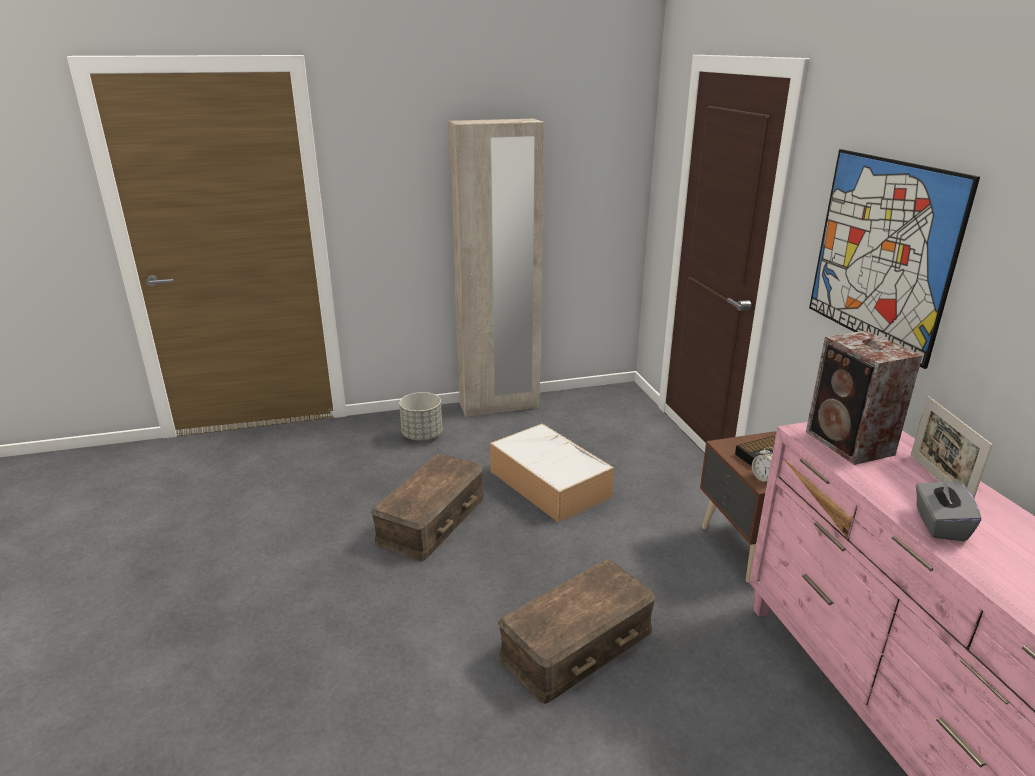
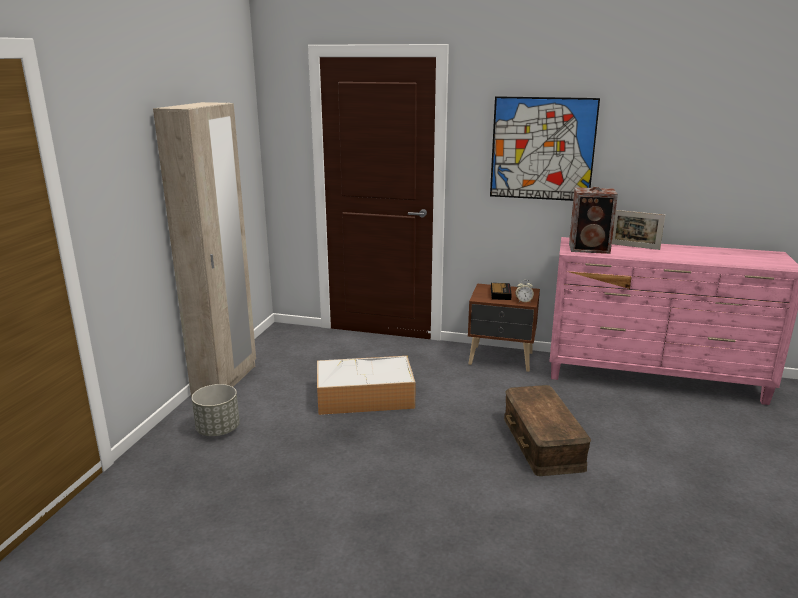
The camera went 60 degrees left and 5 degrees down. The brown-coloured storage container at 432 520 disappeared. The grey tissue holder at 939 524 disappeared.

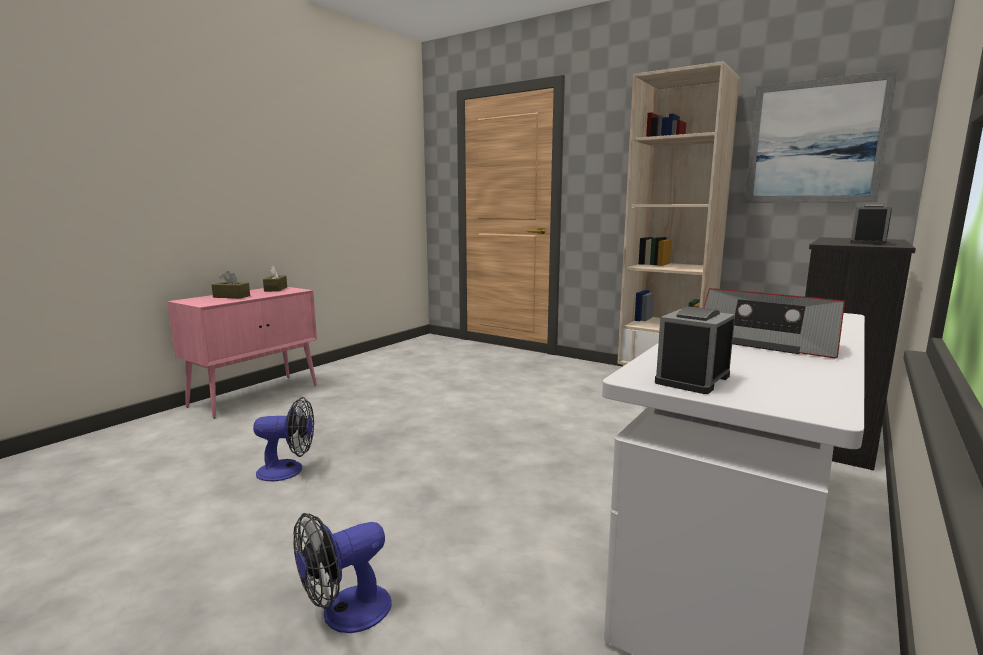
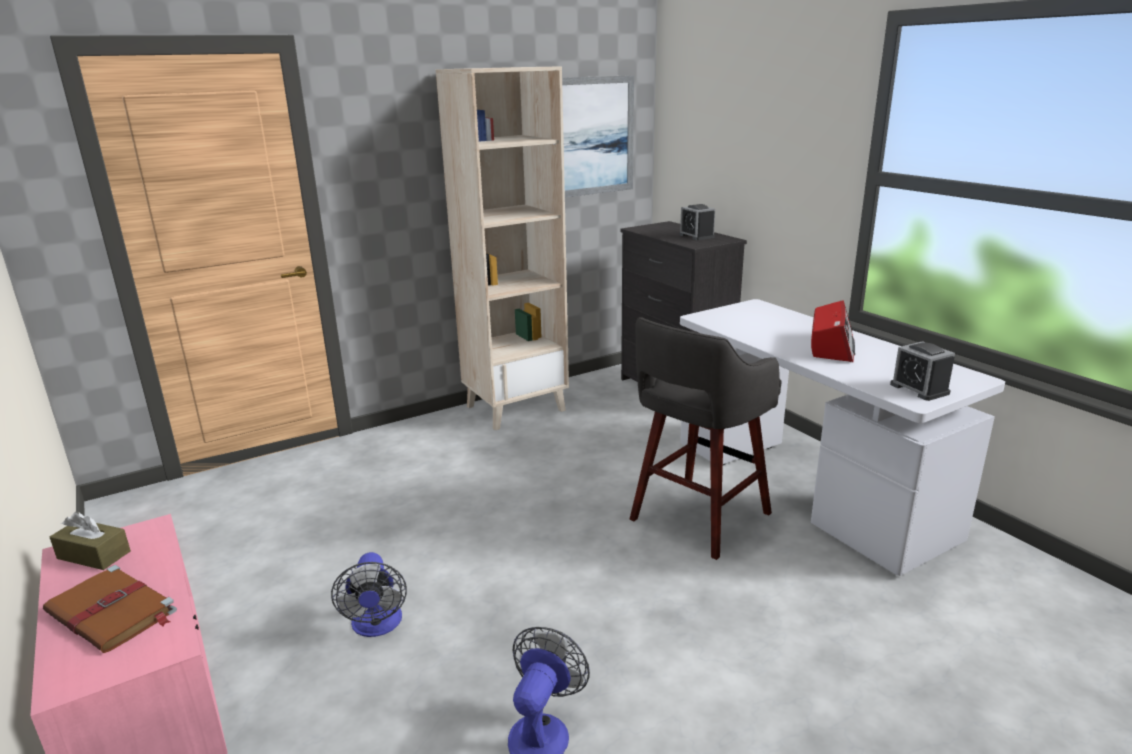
The camera went 65 degrees left and 10 degrees up. The brown-coloured tissue holder at 231 296 was replaced by the brown-coloured volume at 113 613. The electric fan moved from 345 614 to 377 625. The radio set at 768 342 turned 45 degrees counterclockwise. The grey stool seat at 697 518 appeared.

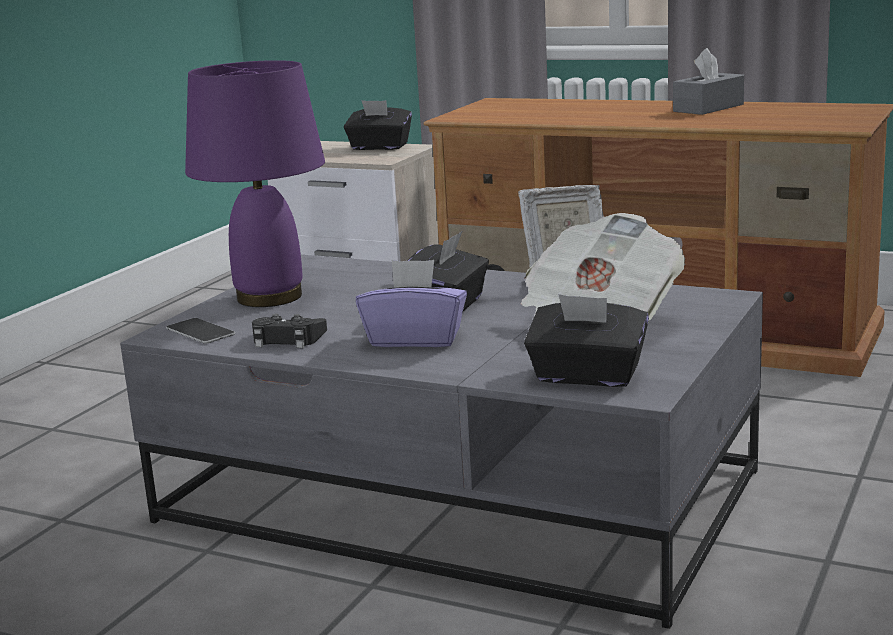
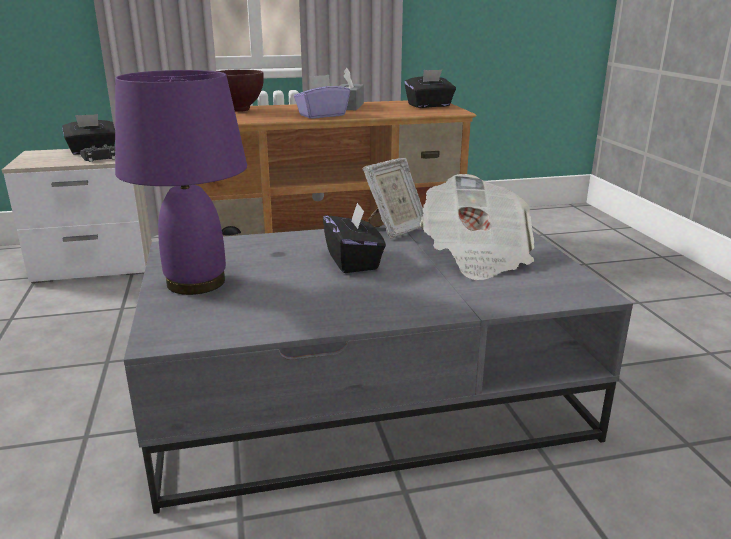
The camera went 40 degrees left and 5 degrees up. The handset at 200 331 disappeared. The black-coloured joypad moved from 287 339 to 101 158. The purplish tissue holder moved from 415 339 to 322 115. The black-coloured tissue holder moved from 587 376 to 429 105. The brown-coloured bowl at 239 110 appeared.

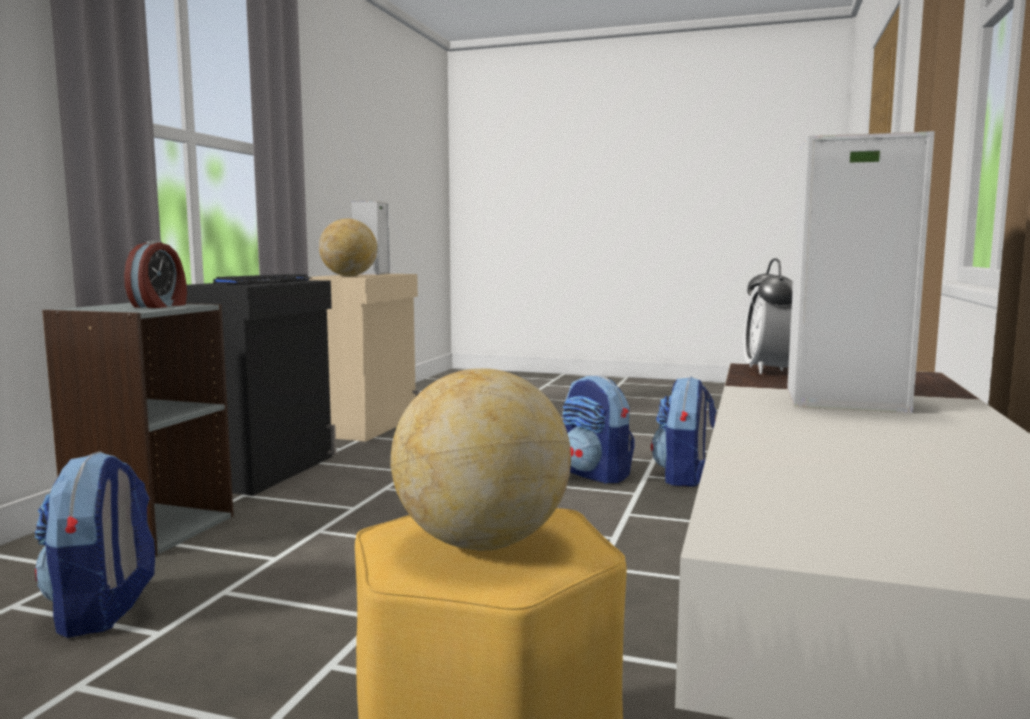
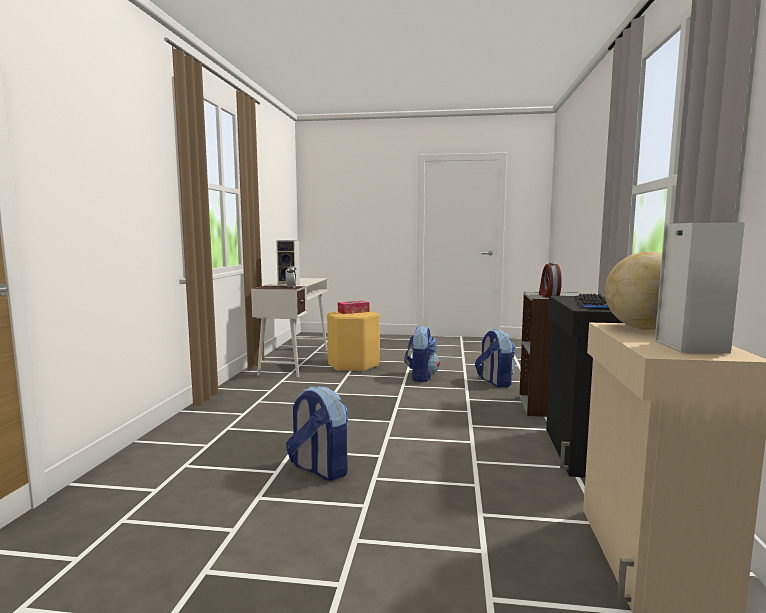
The camera went 170 degrees right and 0 degrees up. The desk globe at 481 543 was replaced by the tissue holder at 353 311. The backpack moved from 686 477 to 421 377.

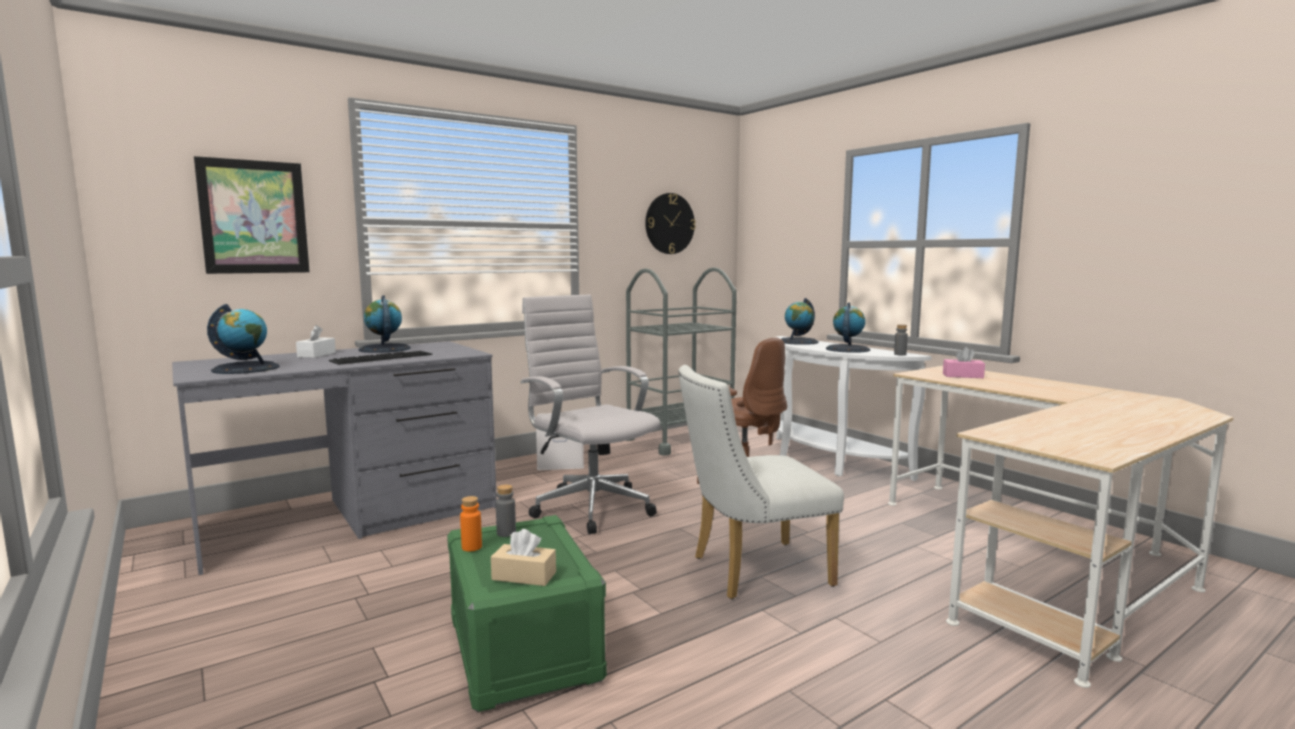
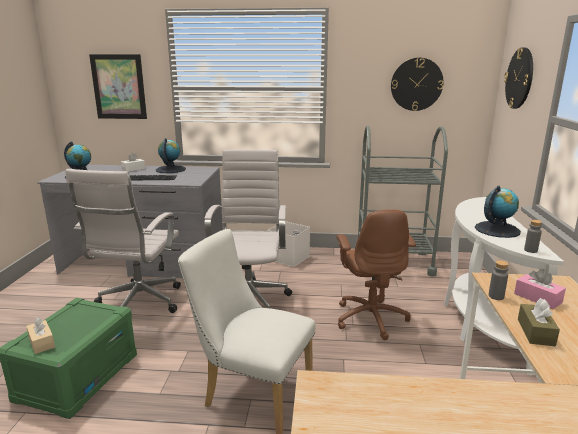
The camera went 40 degrees right and 10 degrees up. The orange-coloured bottle at 471 547 disappeared. The grey bottle moved from 506 533 to 496 296. The desk globe at 798 342 disappeared. The white desk chair at 138 304 appeared. The hanging clock at 519 78 appeared. The brown-coloured tissue holder at 535 332 appeared.

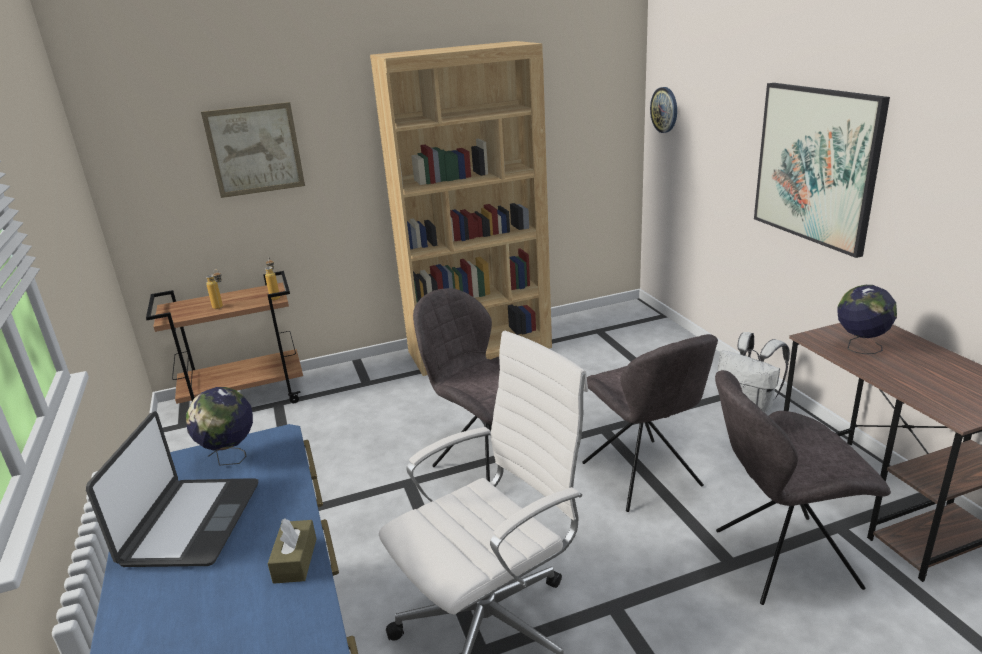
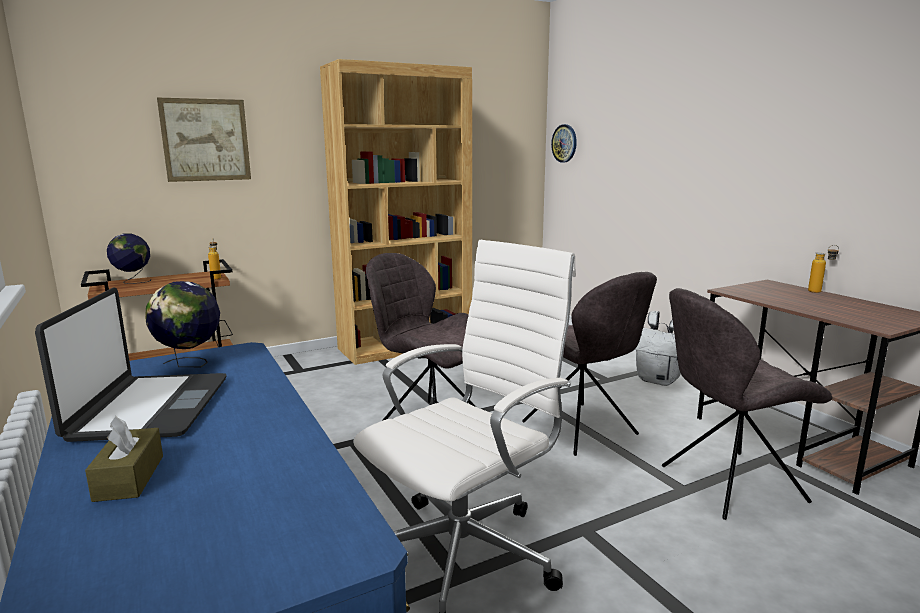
The camera went 10 degrees left and 10 degrees down. The bottle moved from 221 307 to 820 291. The brown-coloured tissue holder moved from 295 560 to 129 478. The wall art at 816 165 disappeared. The desk globe moved from 860 348 to 133 281.

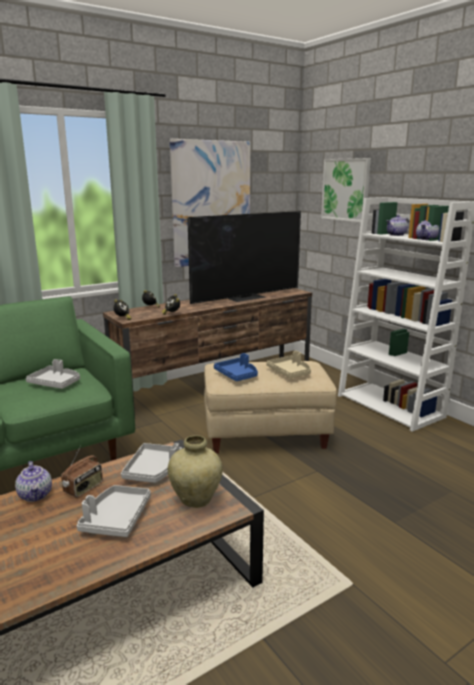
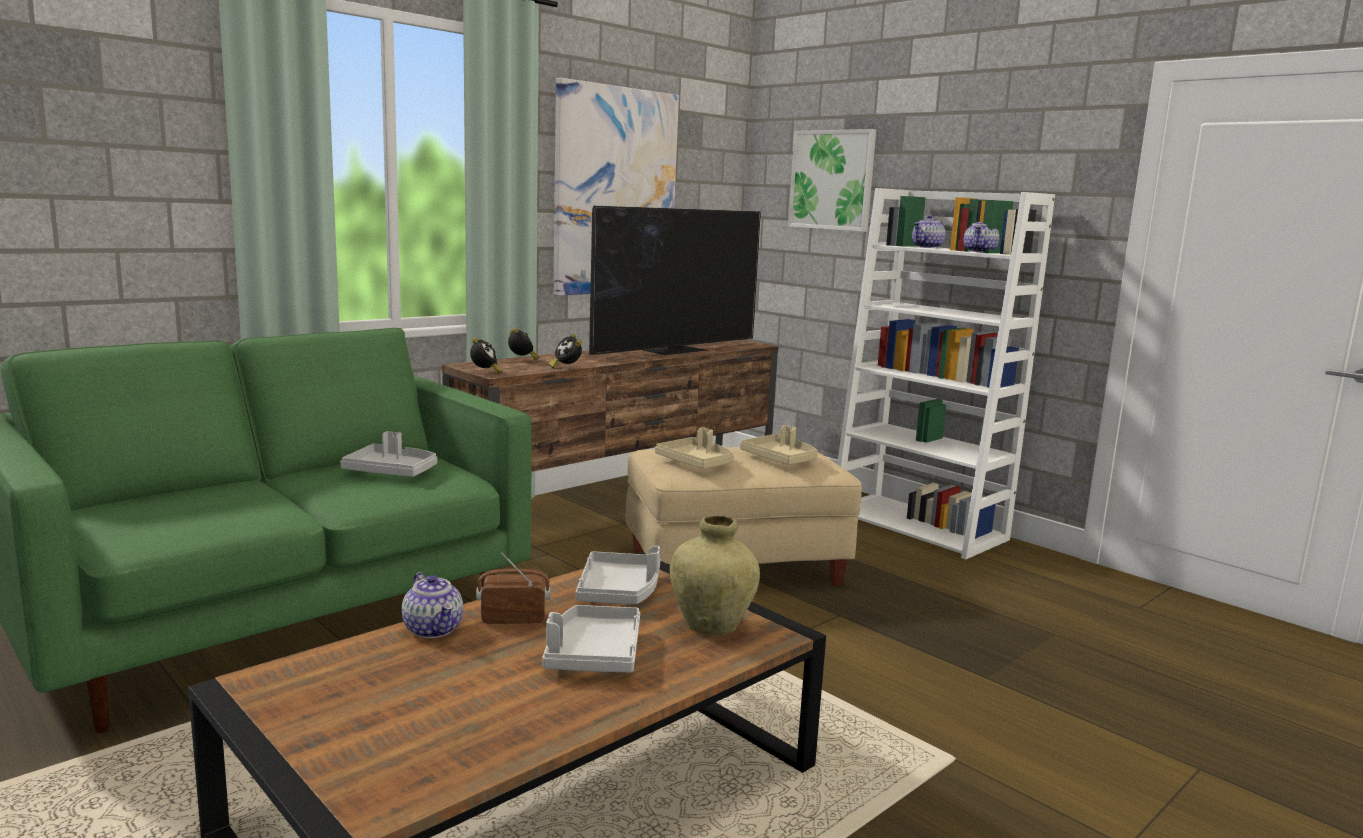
The camera went 10 degrees left and 5 degrees down. The radio set at 84 488 turned 120 degrees counterclockwise. The blue-coloured carrying tray at 237 375 became the sand-coloured carrying tray at 696 463.

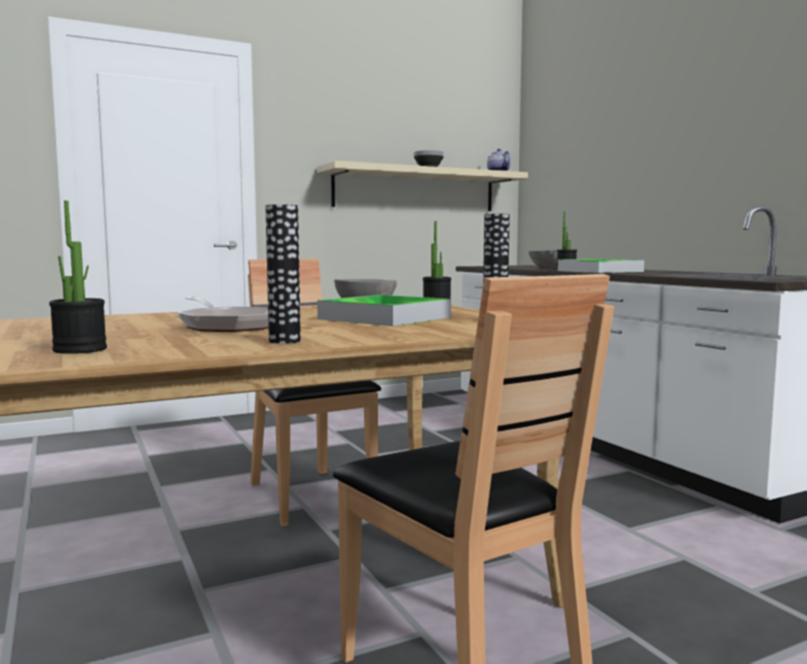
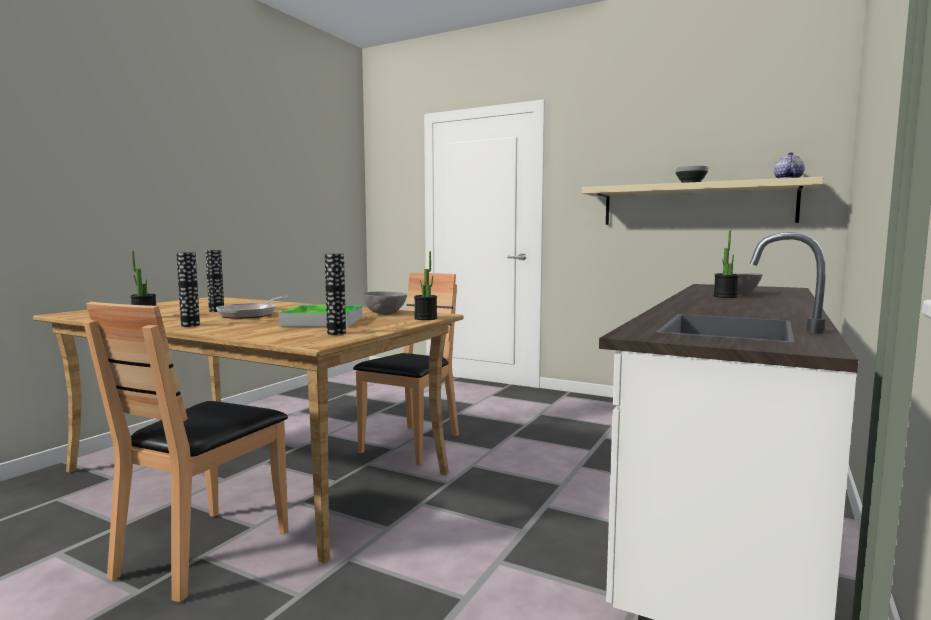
The camera went 55 degrees right and 0 degrees up. The carrying tray at 599 271 disappeared. The flower vase at 216 311 appeared.

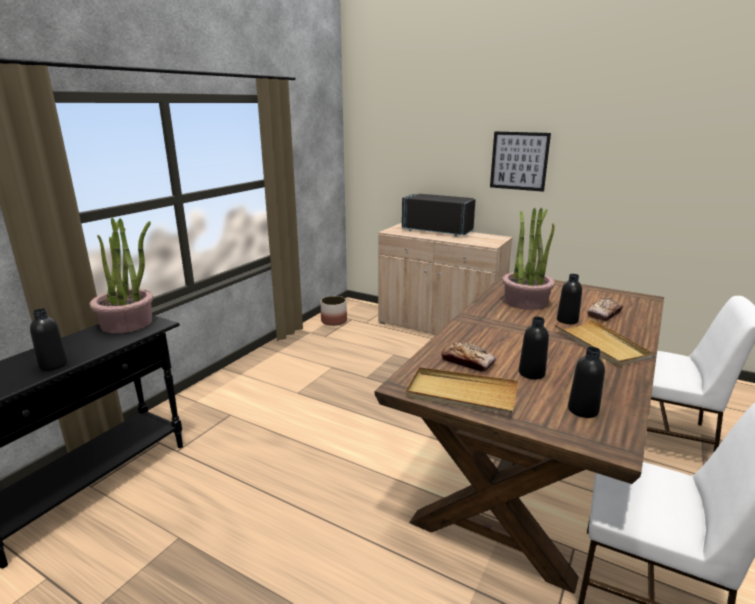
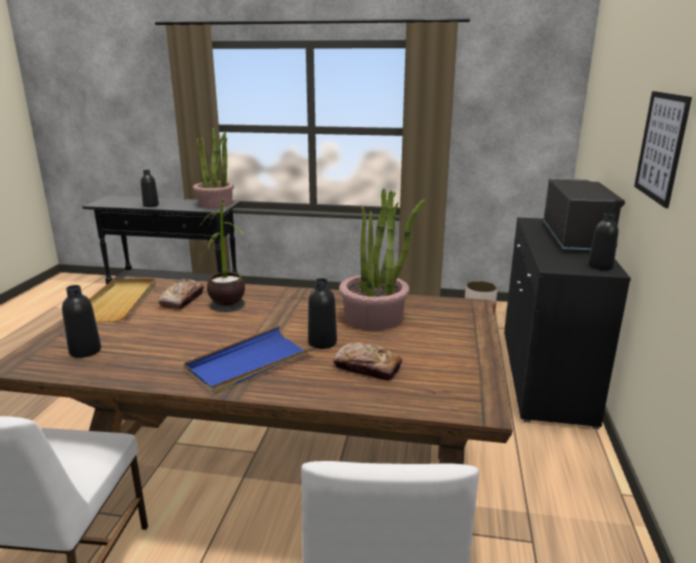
The camera went 70 degrees right and 0 degrees up. The sand-coloured storage cabinet at 439 327 became the black-coloured storage cabinet at 544 375. The black-coloured bottle moved from 531 373 to 600 266. The sand-coloured carrying tray at 601 345 became the blue-coloured carrying tray at 249 363. The potted plant at 228 313 appeared.

